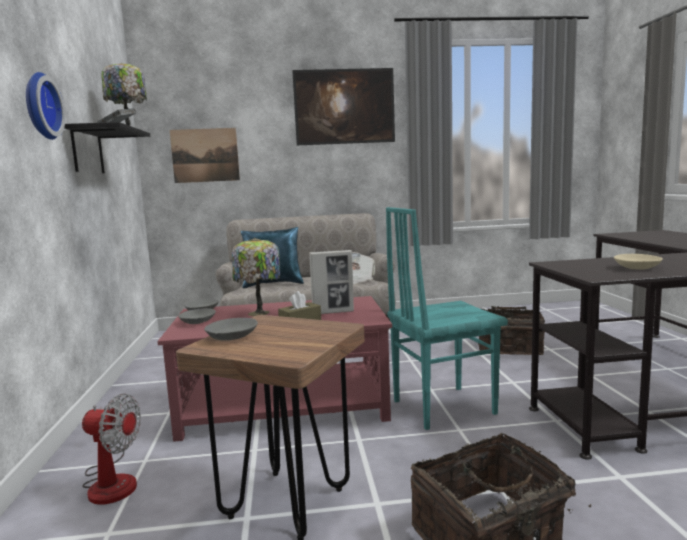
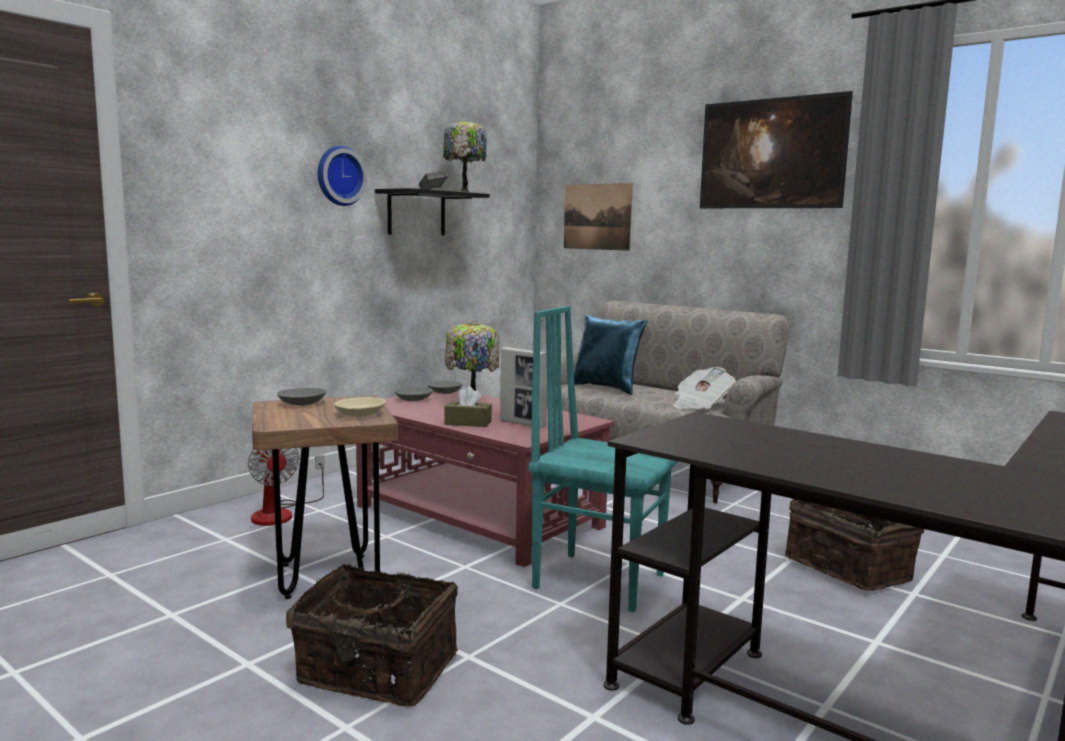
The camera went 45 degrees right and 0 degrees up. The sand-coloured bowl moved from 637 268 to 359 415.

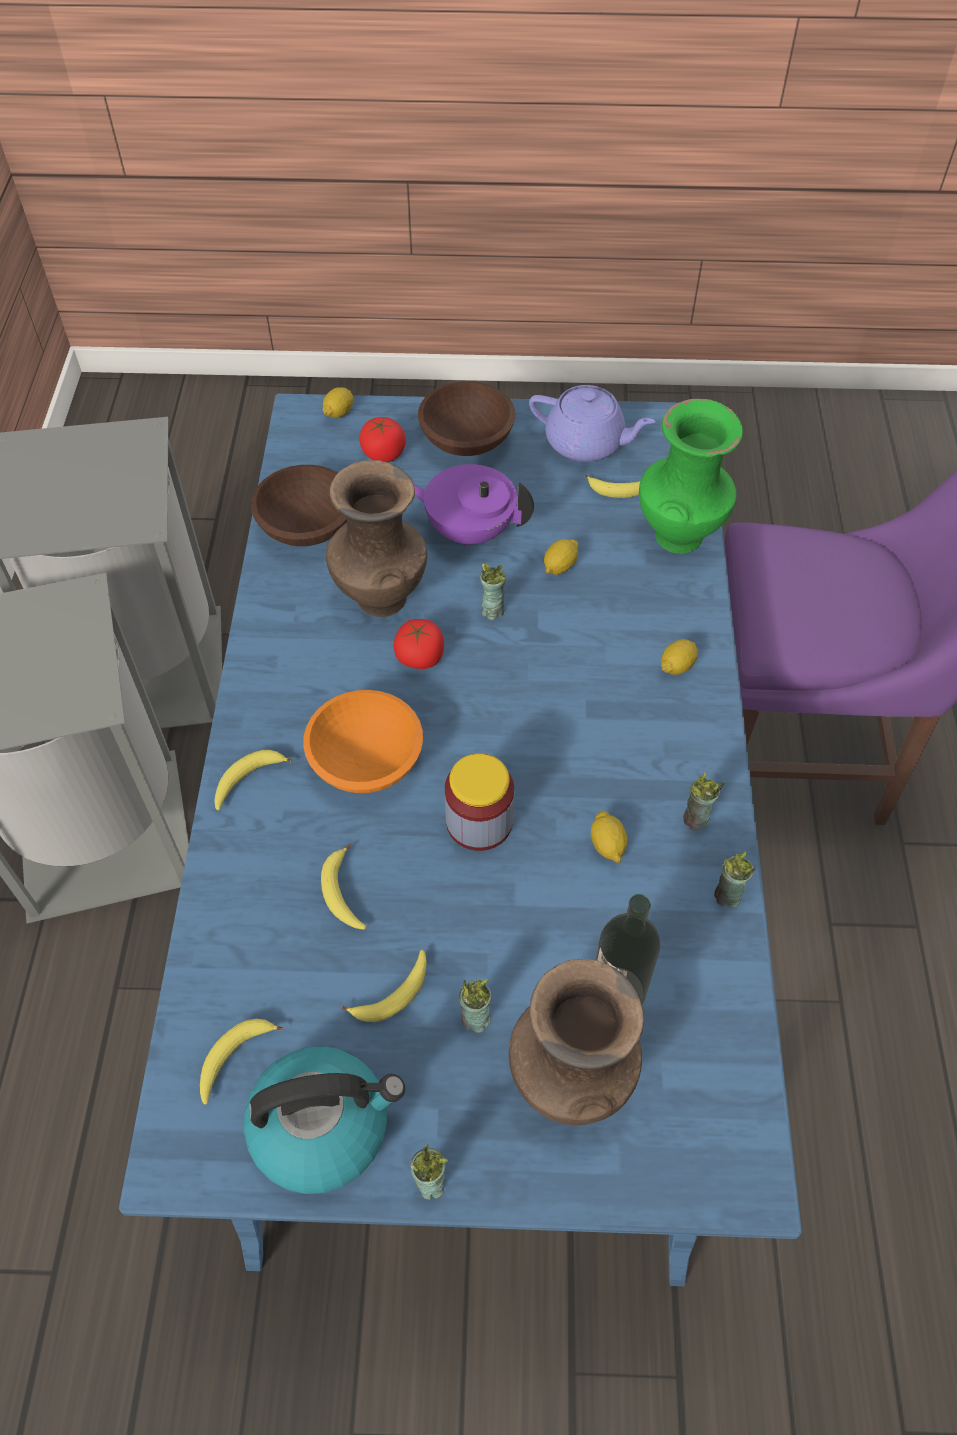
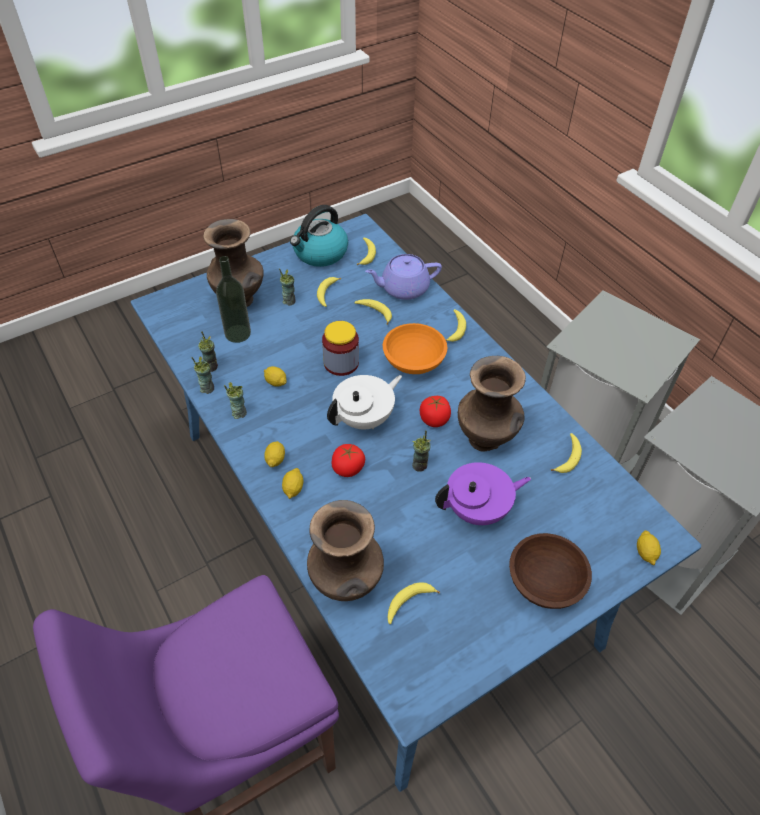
The camera went 145 degrees right and 5 degrees down. The brown-coloured bowl at 306 527 was replaced by the banana at 568 457. The whole tomato moved from 383 454 to 348 468. The cup moved from 430 1183 to 211 366. The purplish teapot moved from 586 443 to 403 288. The lemon moved from 560 566 to 275 459. The green-coloured flower vase at 678 534 became the brown-coloured flower vase at 347 585. The white teapot at 365 418 appeared.

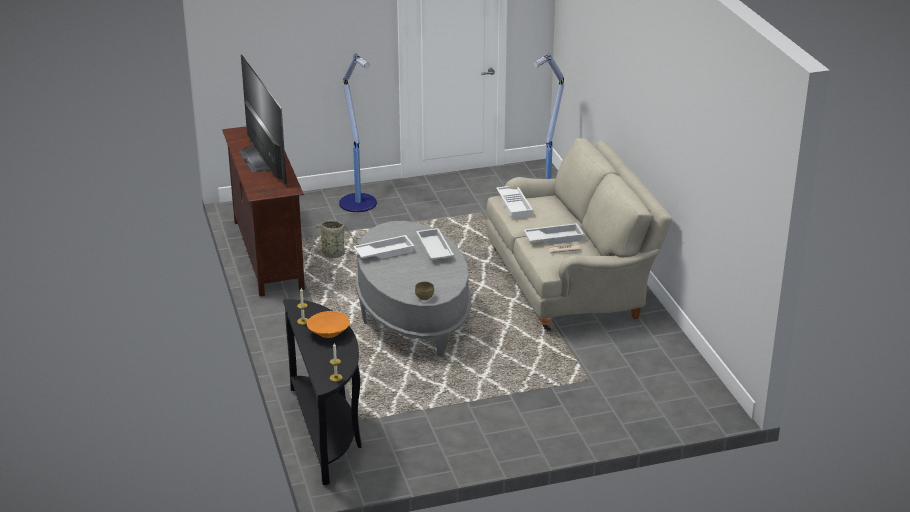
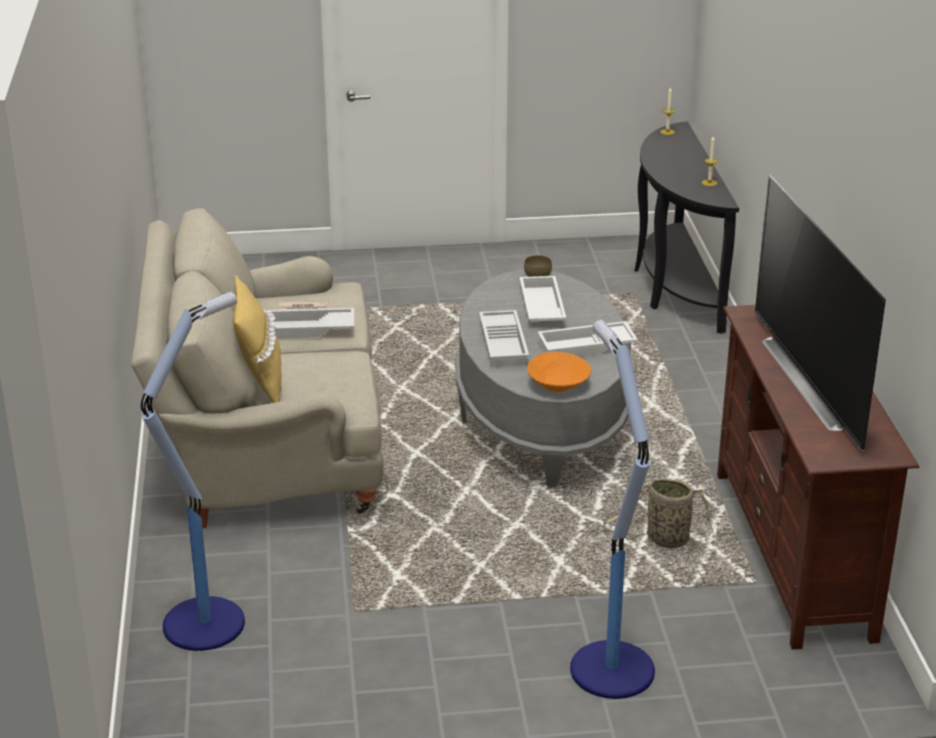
The camera went 170 degrees left and 0 degrees up. The orange-coloured bowl moved from 328 333 to 558 384. The white carrying tray moved from 515 205 to 540 307. The yellow-coloured pillow at 260 382 appeared.

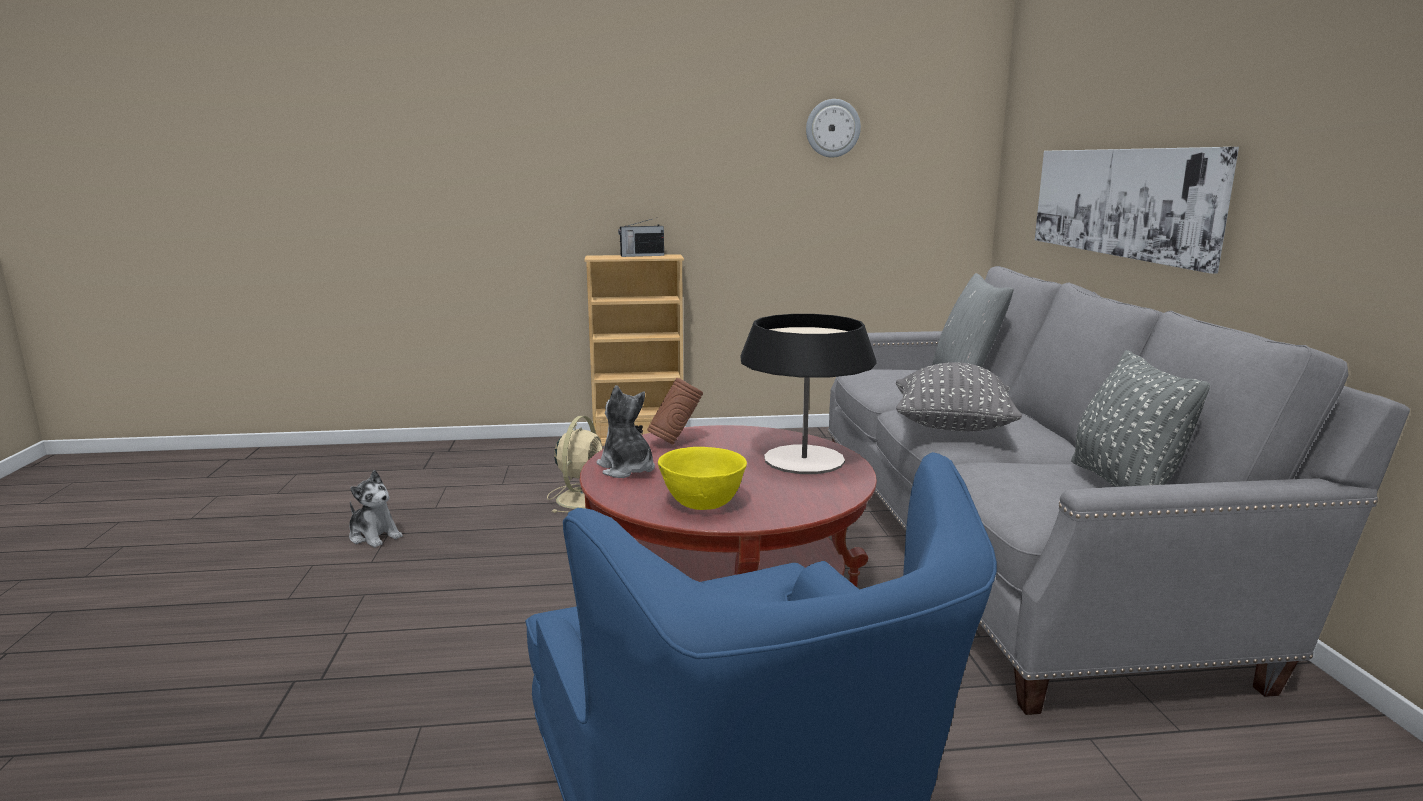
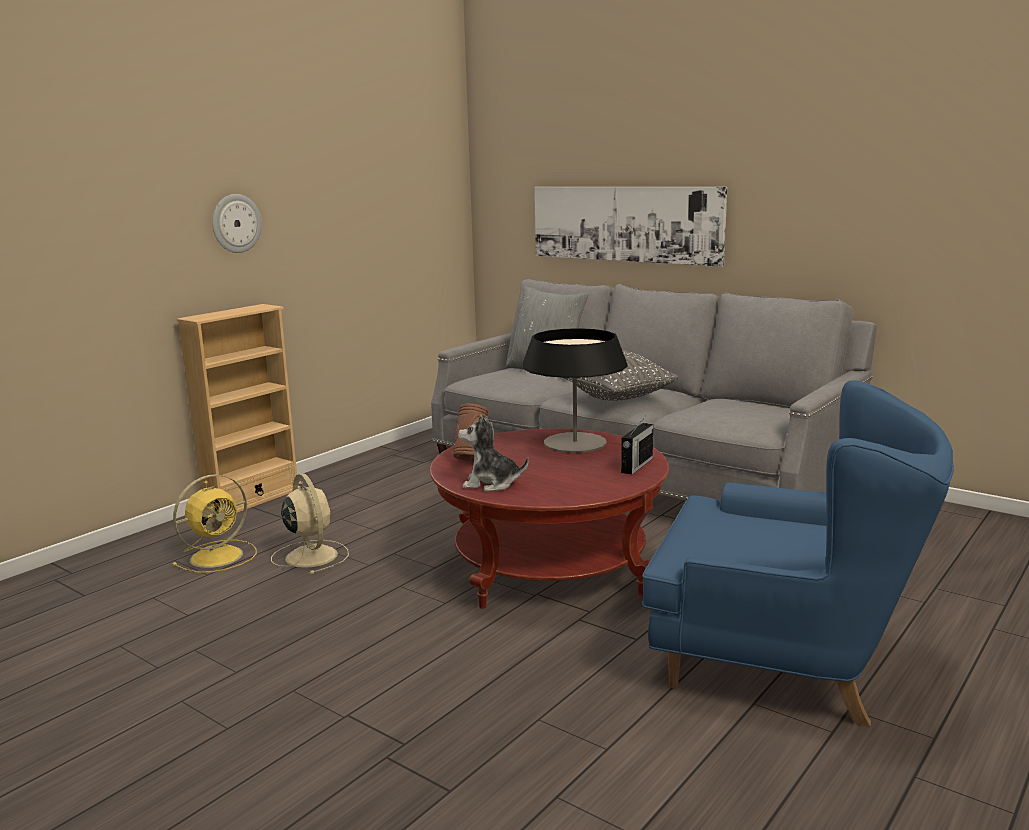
The camera went 45 degrees left and 0 degrees up. The soft toy at 374 536 disappeared. The radio set moved from 641 255 to 636 465. The yellow-coloured bowl at 701 504 disappeared. The hanging clock moved from 832 128 to 236 223. The grey pillow at 1123 486 disappeared. The yellow-coloured electric fan at 219 556 appeared.

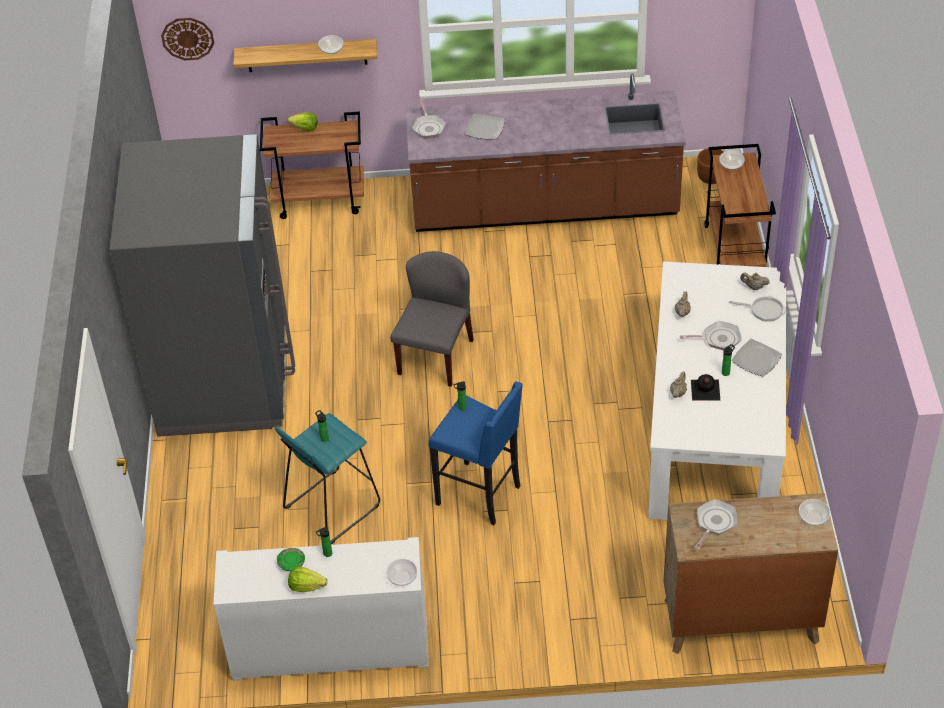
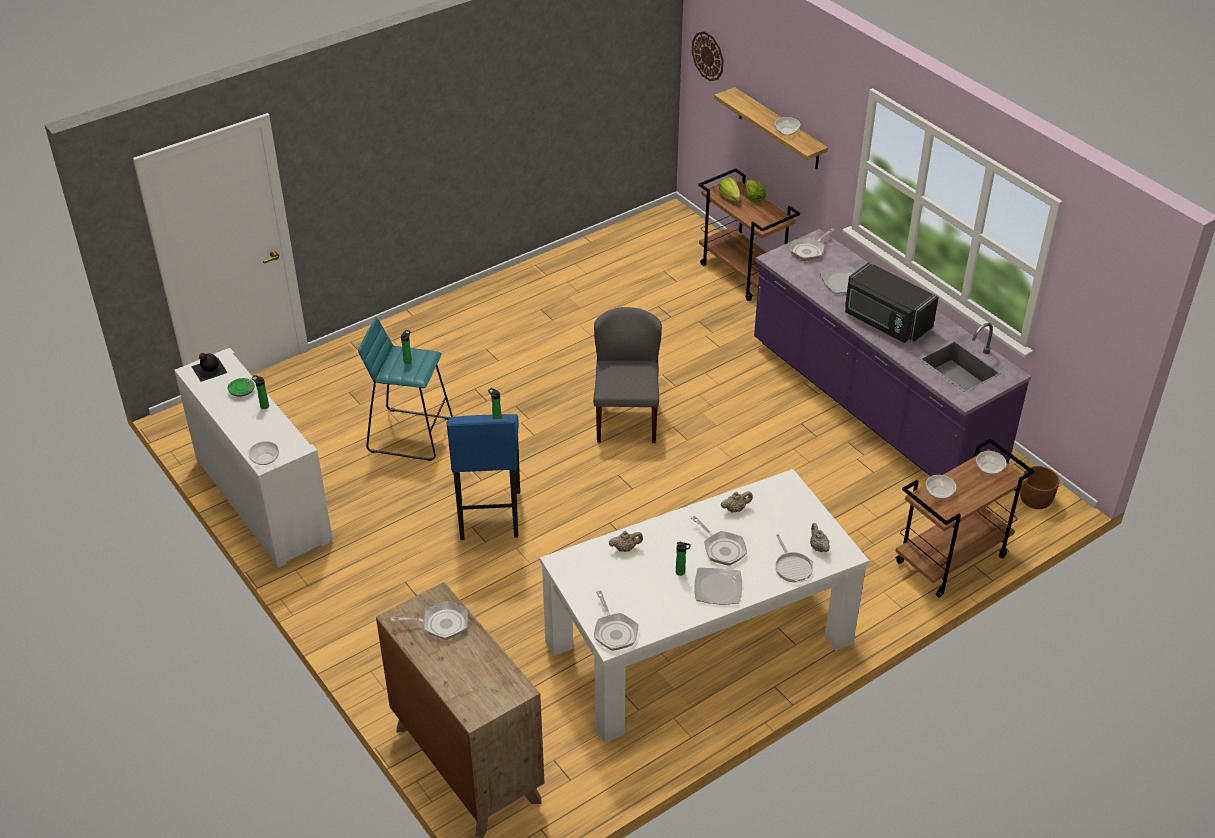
The camera went 55 degrees right and 5 degrees down. The grey kitchen fridge at 224 378 disappeared. The lettuce moved from 306 586 to 730 197. The grey plain chair at 435 356 turned 75 degrees counterclockwise. The brown-coloured counter at 544 207 became the purplish counter at 872 406. The black-coloured bottle moved from 705 390 to 208 369. The bowl moved from 813 517 to 939 492. The frying pan at 614 632 appeared. The black-coloured microwave oven at 885 322 appeared.

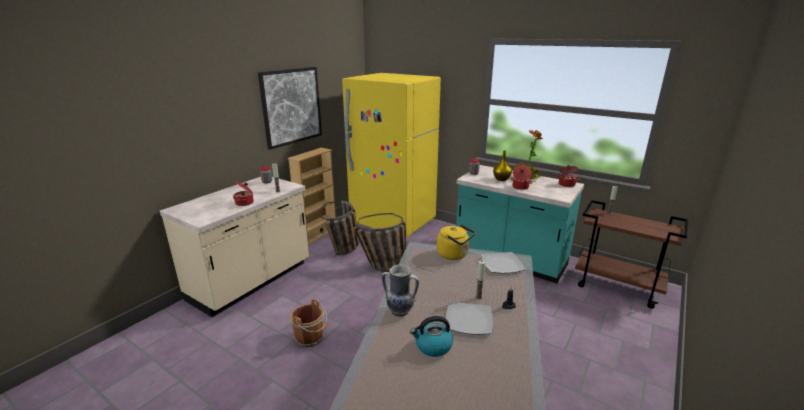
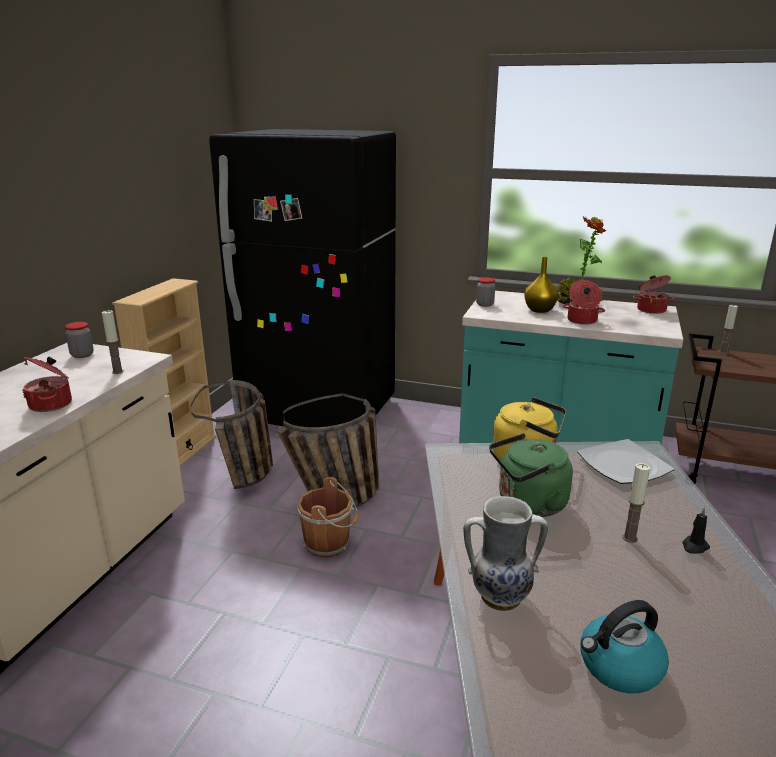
The camera went 15 degrees left and 0 degrees up. The wall art at 291 106 disappeared. The brown-coloured bucket moved from 310 338 to 329 543. The yellow-coloured kitchen fridge at 393 222 became the black-coloured kitchen fridge at 319 412. The dinner plate at 468 320 disappeared. The green-coloured kettle at 528 504 appeared.

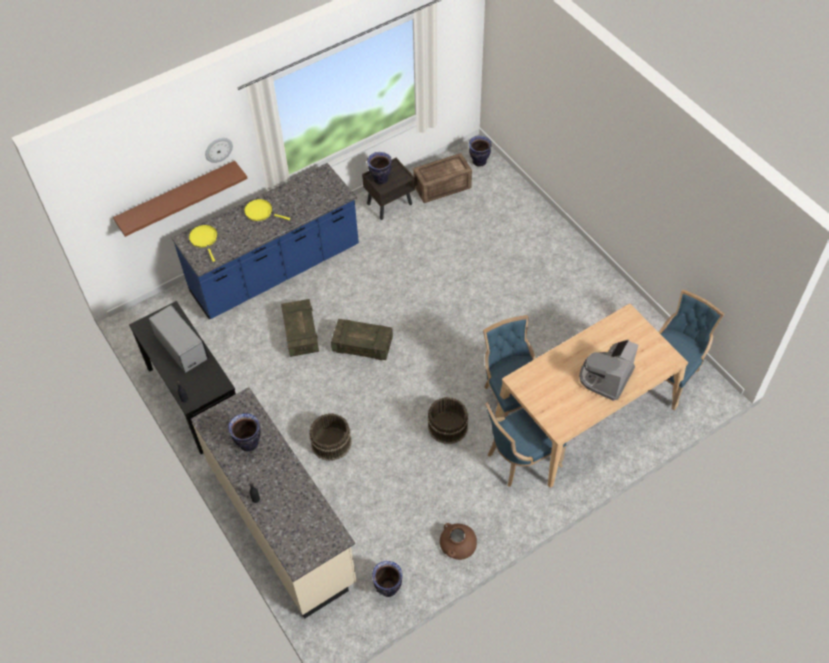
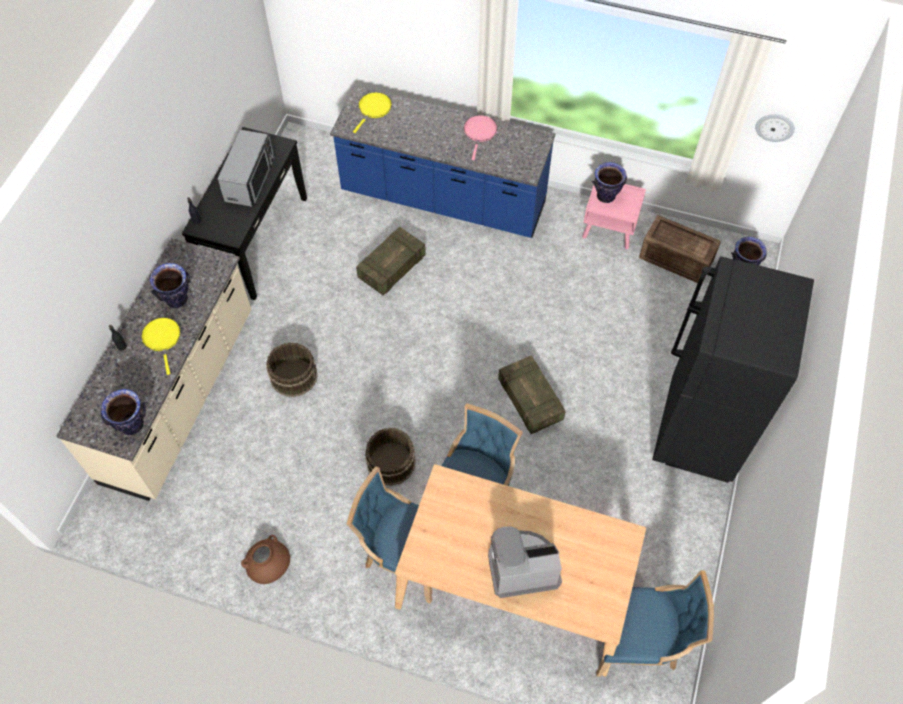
The camera went 50 degrees right and 5 degrees up. The brown-coloured shelf at 177 196 disappeared. The hanging clock moved from 218 149 to 775 127. The yellow-coloured frying pan moved from 261 212 to 162 339. The crate moved from 362 345 to 530 400. The brown-coloured night table at 390 203 became the pink night table at 609 231. The flower vase moved from 388 588 to 132 425. The pink frying pan at 479 132 appeared. The black-coloured kitchen fridge at 698 432 appeared.

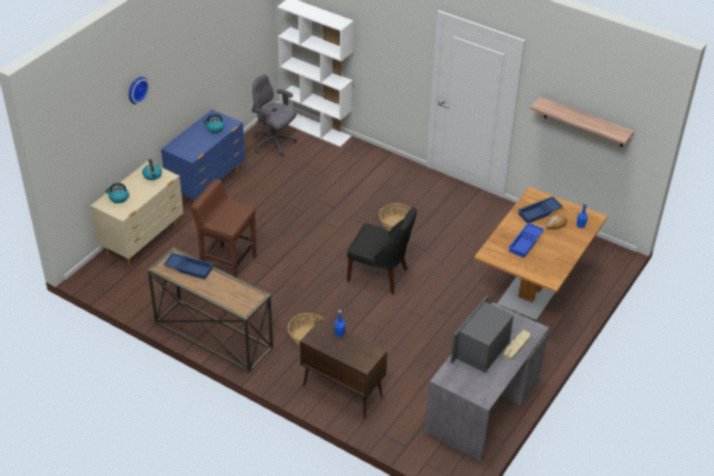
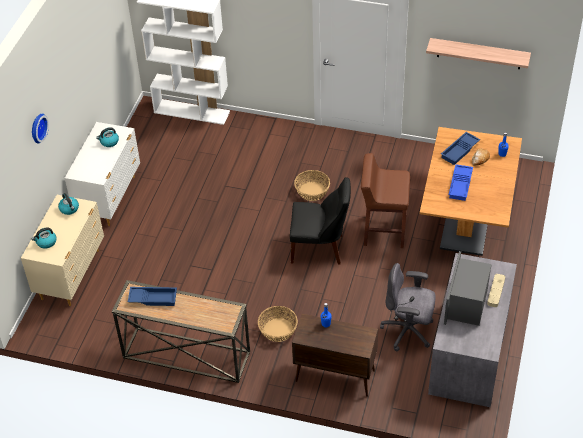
The camera went 15 degrees left and 5 degrees up. The blue-coloured dresser at 207 184 became the white dresser at 110 198. The brown-coloured stool seat moved from 228 263 to 383 231. The grey desk chair moved from 274 144 to 408 331.

